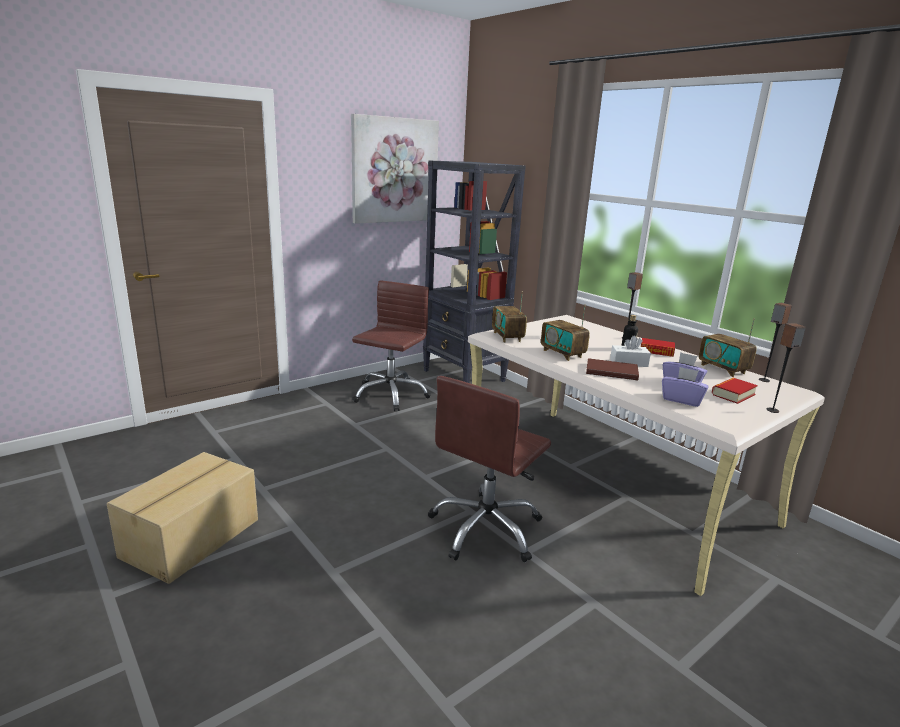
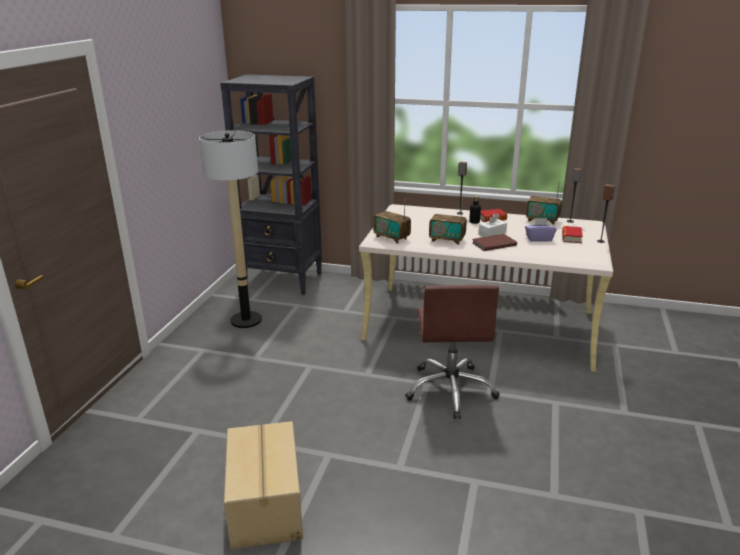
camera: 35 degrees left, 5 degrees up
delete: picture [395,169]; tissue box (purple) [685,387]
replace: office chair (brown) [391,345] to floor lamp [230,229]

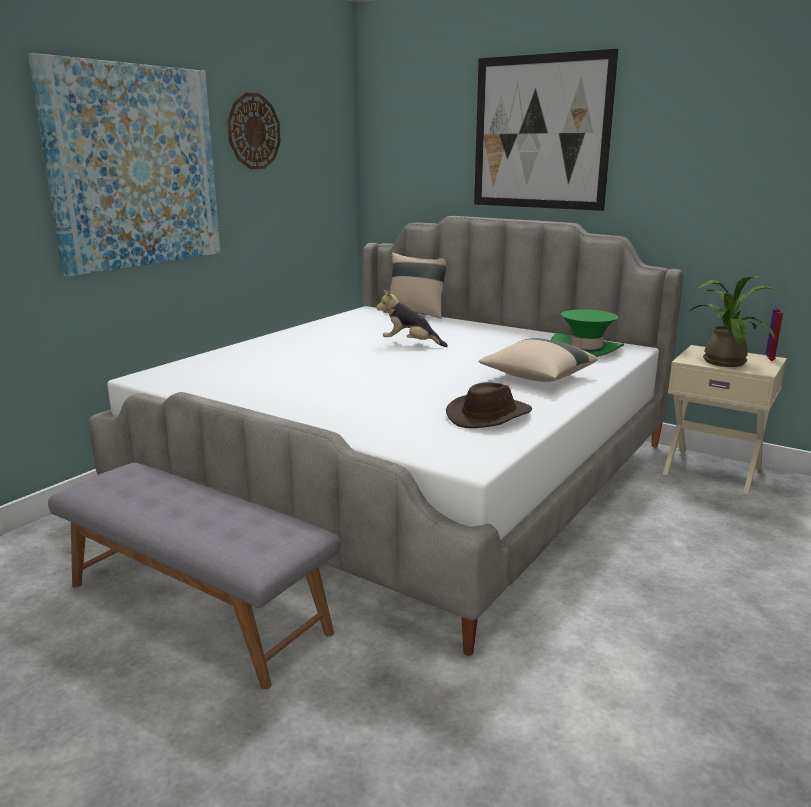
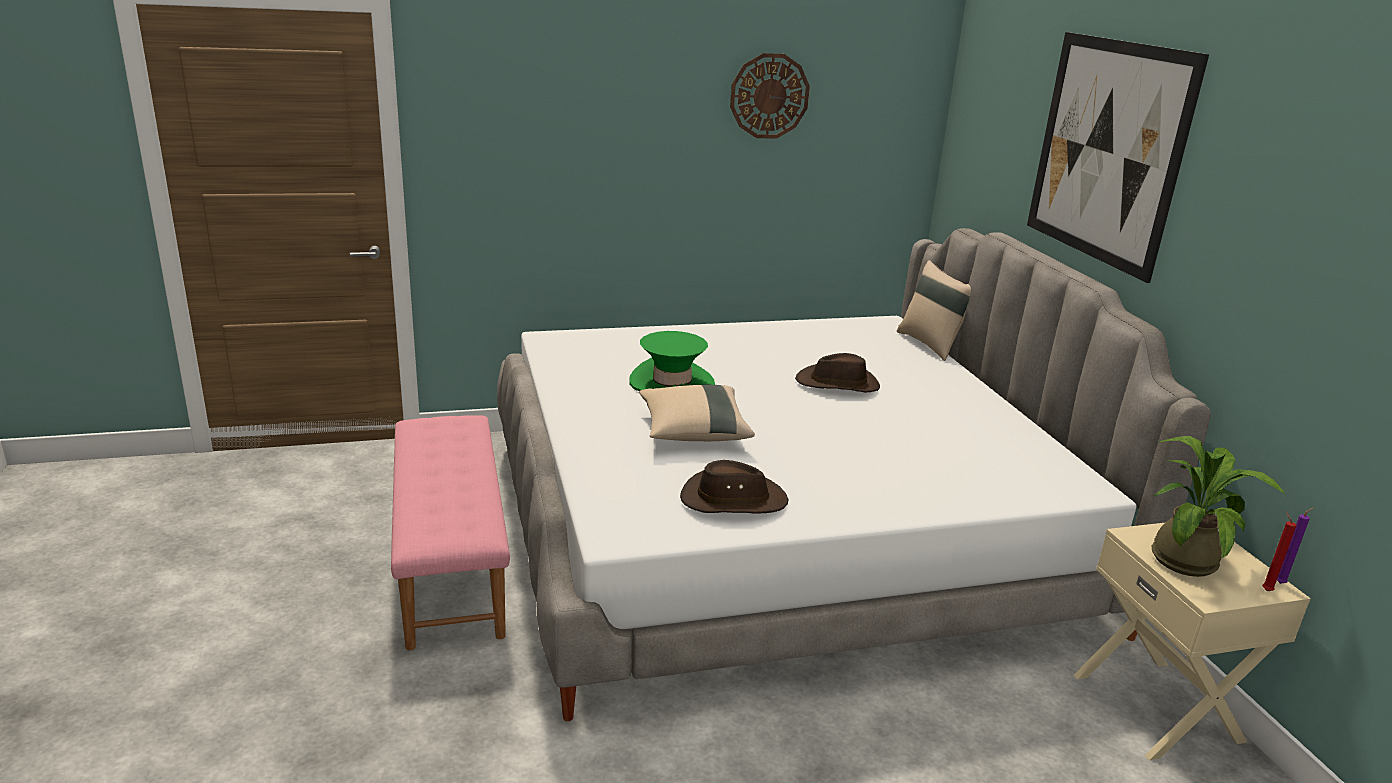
camera: 40 degrees right, 5 degrees up
delete: picture [124,165]
move: pillow (beige) [538,360] to [697,413]; hat (green) [587,333] to [672,361]
replace: plush toy [412,318] to hat (brown) [837,372]
recolor: bench (grey) [194,575] to bench (pink) [450,532]

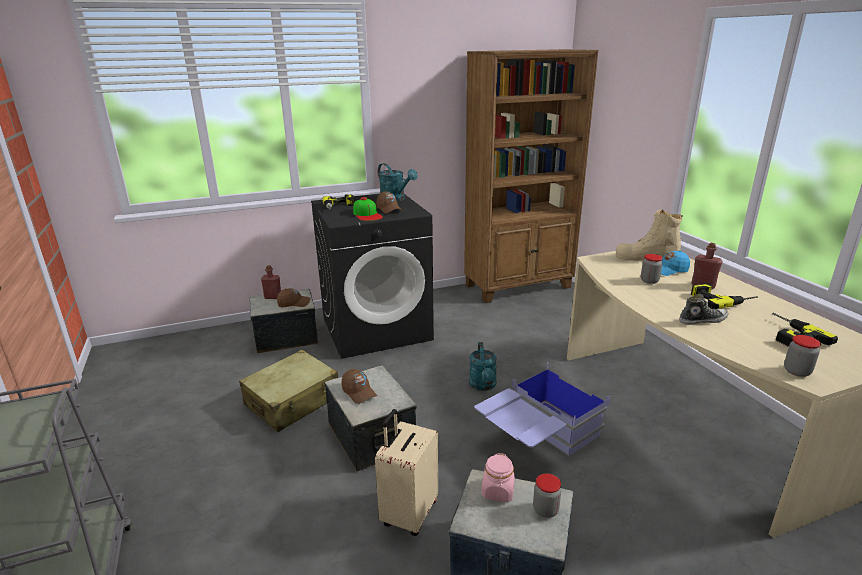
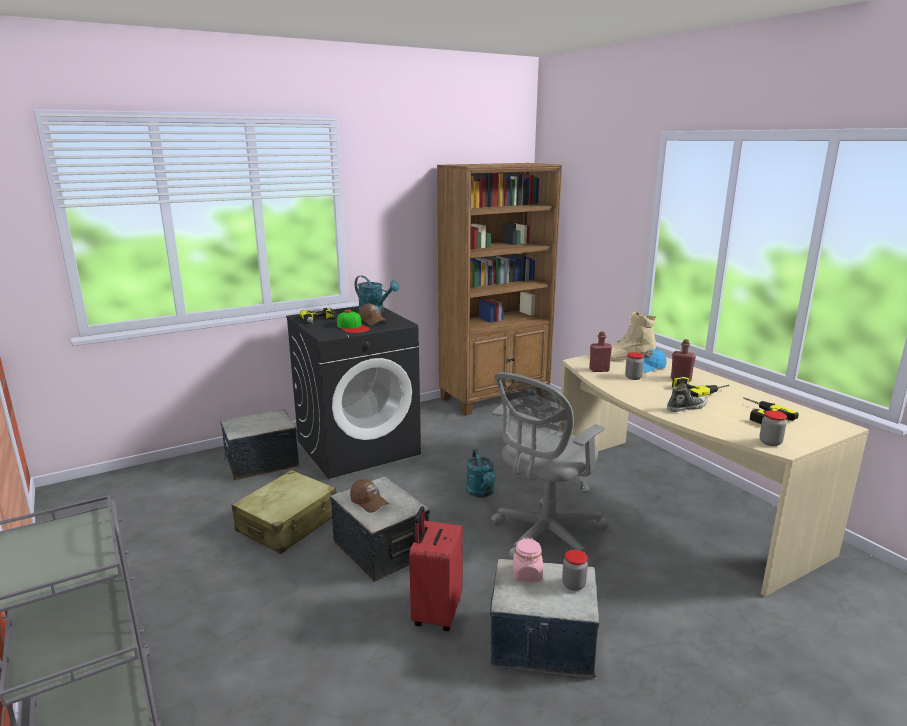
camera: 10 degrees left, 5 degrees down
delete: cap (brown) [293,298]
move: bottle (red) [271,282] to [600,351]
replace: storage box (blue) [542,409] to office chair (grey) [550,465]
recolor: suitcase (beige) [406,472] to suitcase (red) [436,568]

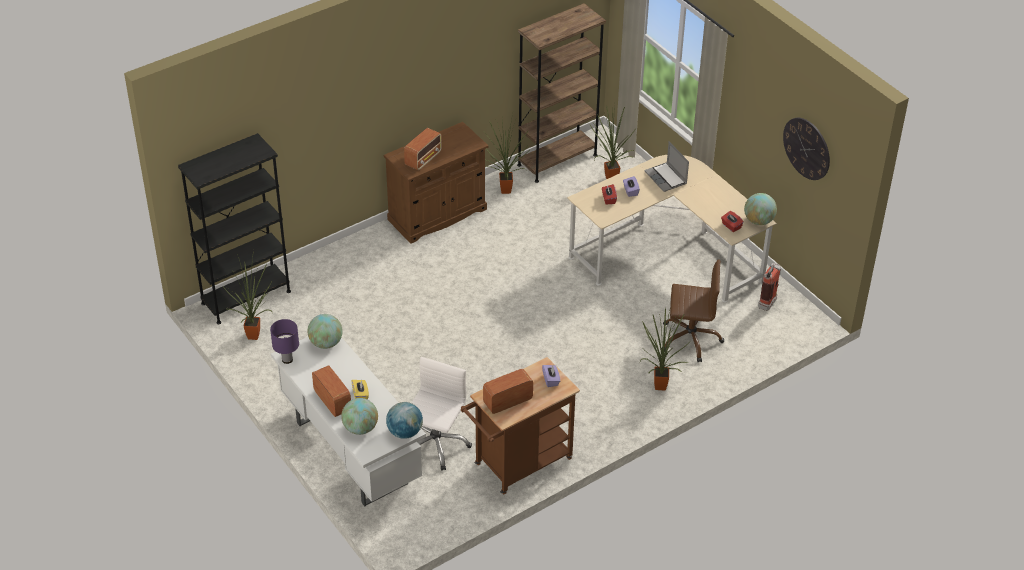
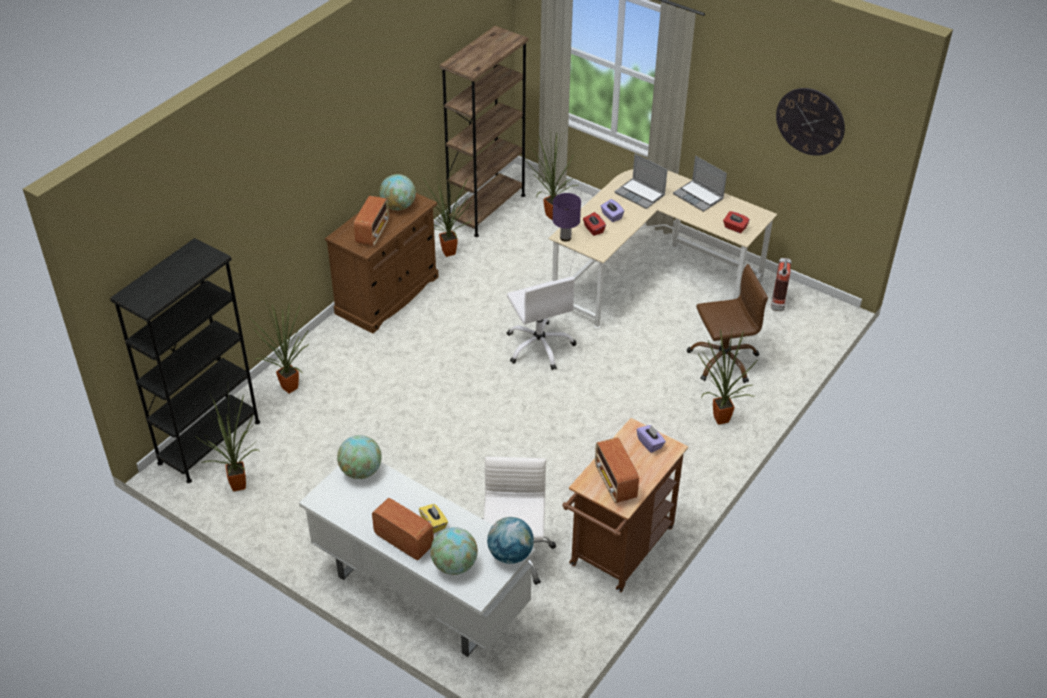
camera: 20 degrees left, 0 degrees up
insert: potted plant [279,345]; office chair (white) [541,323]; laptop [700,184]
move: table lamp (purple) [284,341] to [566,217]; globe [760,209] to [398,192]
rotate: radio [508,391] = [617,470] 60 degrees counterclockwise

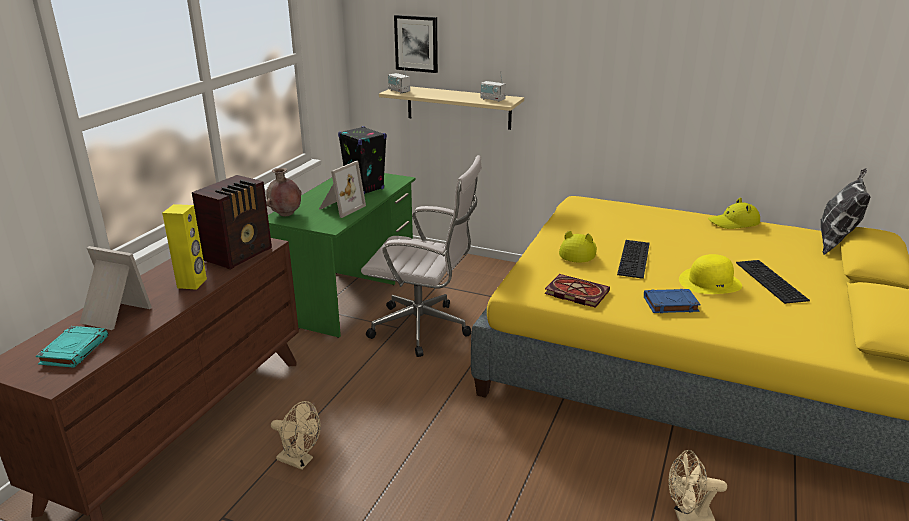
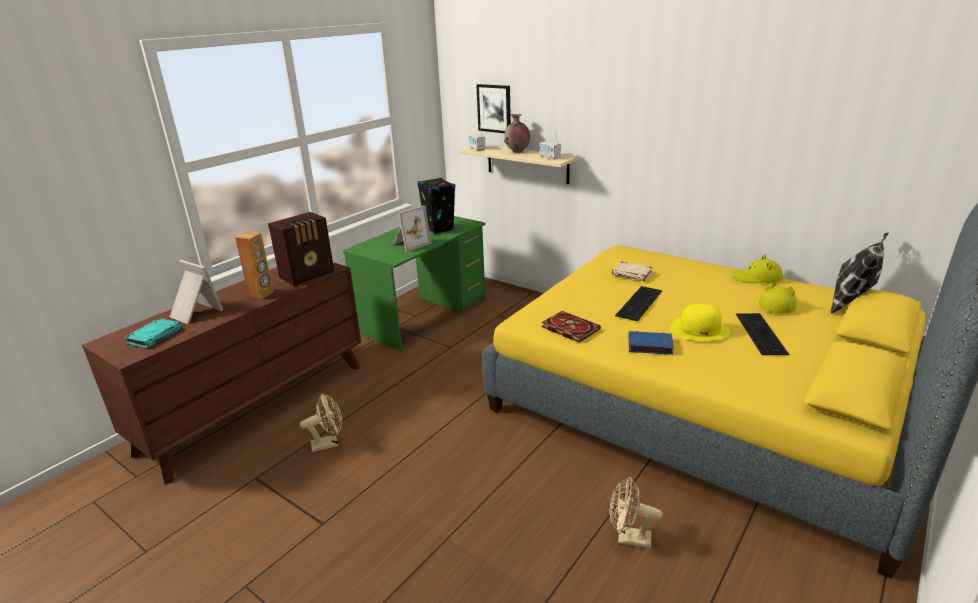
camera: 15 degrees right, 0 degrees up
delete: office chair (white) [421,256]
insert: book (beige) [632,271]
move: vase (brown) [284,192] to [517,133]; hat (yellow) [578,247] to [778,298]
recolor: speaker (yellow) [184,247] to speaker (brown) [254,265]
rotate: fan (beige) [296,435] = [321,423] 60 degrees counterclockwise

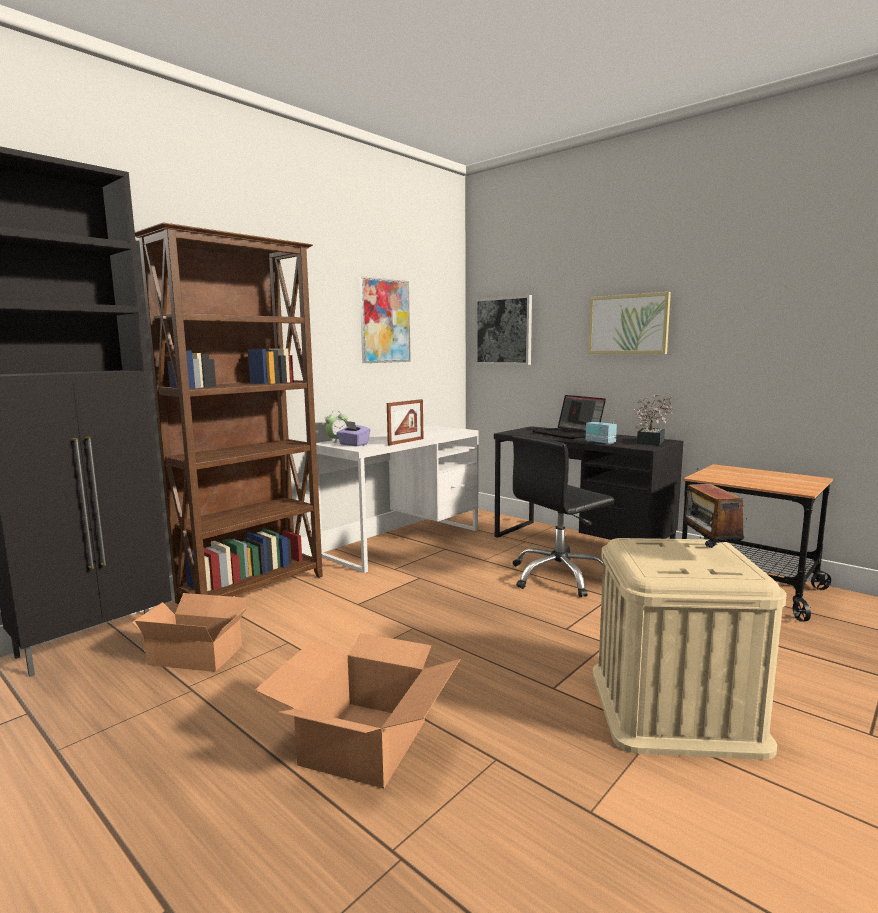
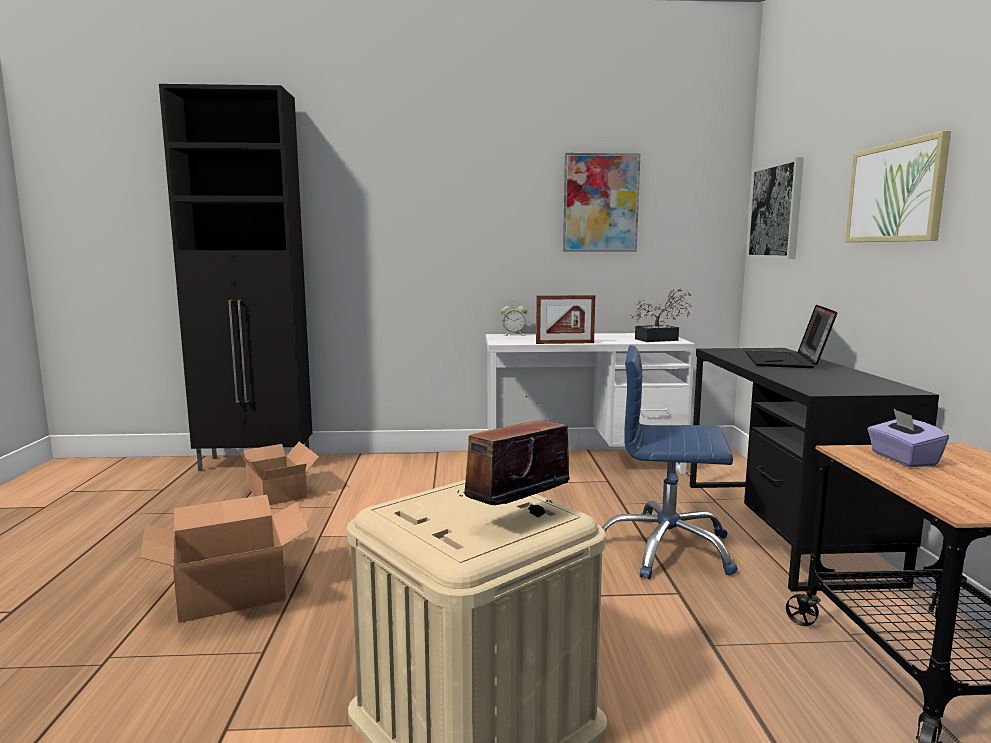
camera: 45 degrees right, 0 degrees up
delete: bookcase (brown) [229,413]; radio [601,428]
move: tissue box (purple) [353,433] to [908,437]; potted plant [653,420] to [661,315]
recolor: office chair (black) [563,516] to office chair (blue) [670,462]

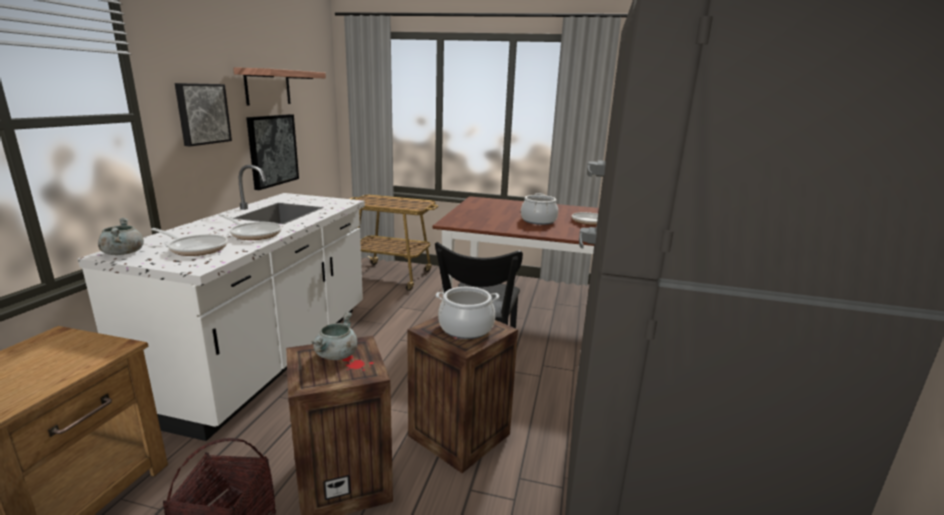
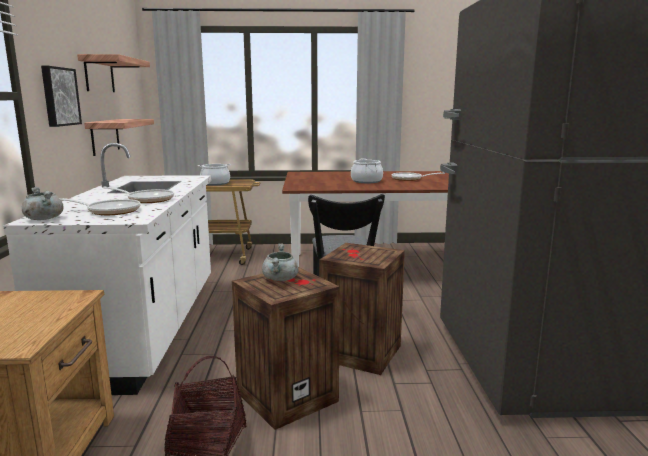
camera: 15 degrees left, 5 degrees down
move: cooking pot [467,313] to [214,175]
replace: picture [272,152] to shelf [119,137]

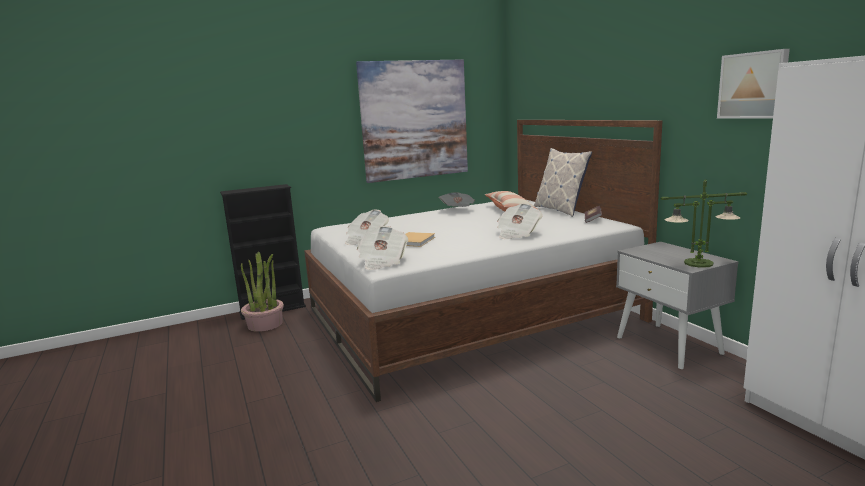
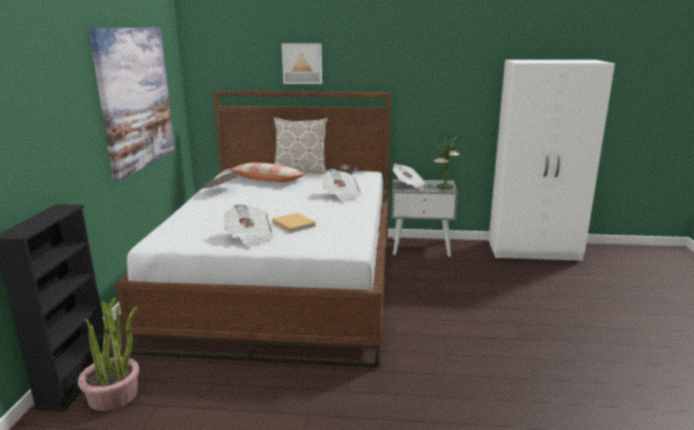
camera: 60 degrees left, 5 degrees up
move: newspaper [382,248] to [409,177]; picture [753,84] to [302,63]

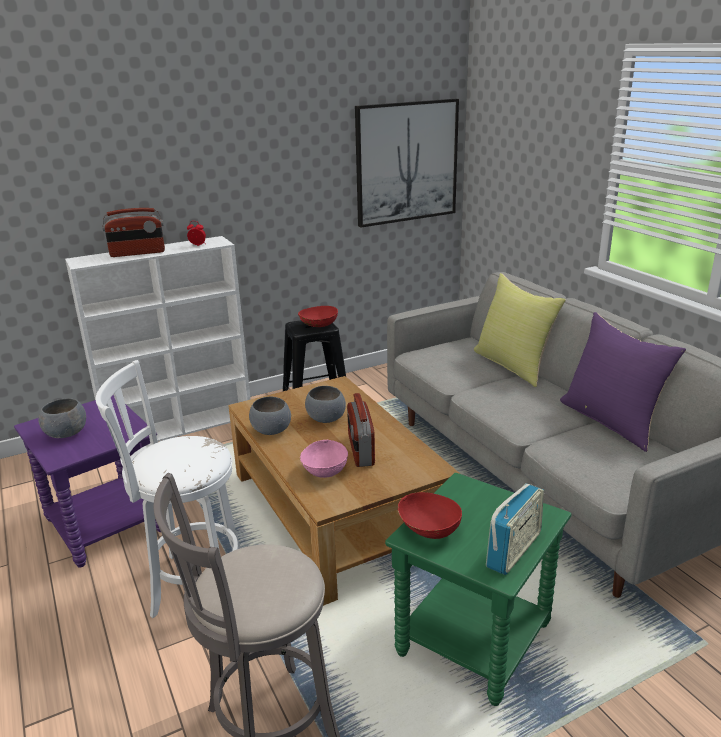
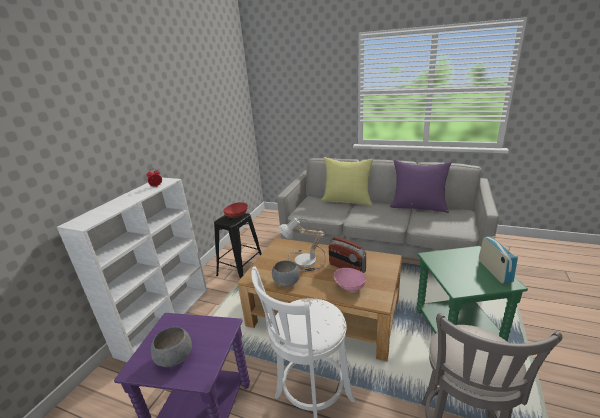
camera: 40 degrees left, 0 degrees up
delete: radio [133,232]; picture [407,163]; bowl (red) [430,515]
replace: bowl (grey) [325,404] to table lamp [302,245]

